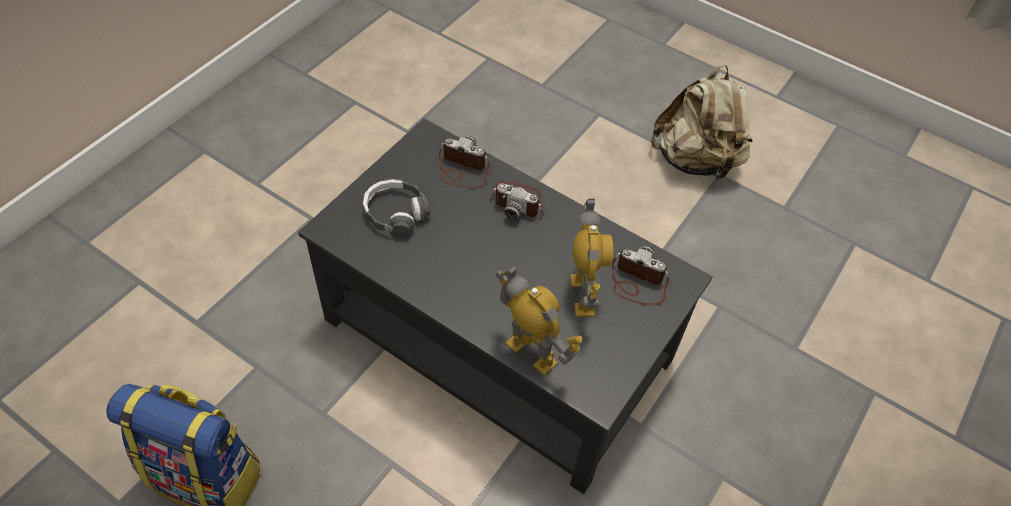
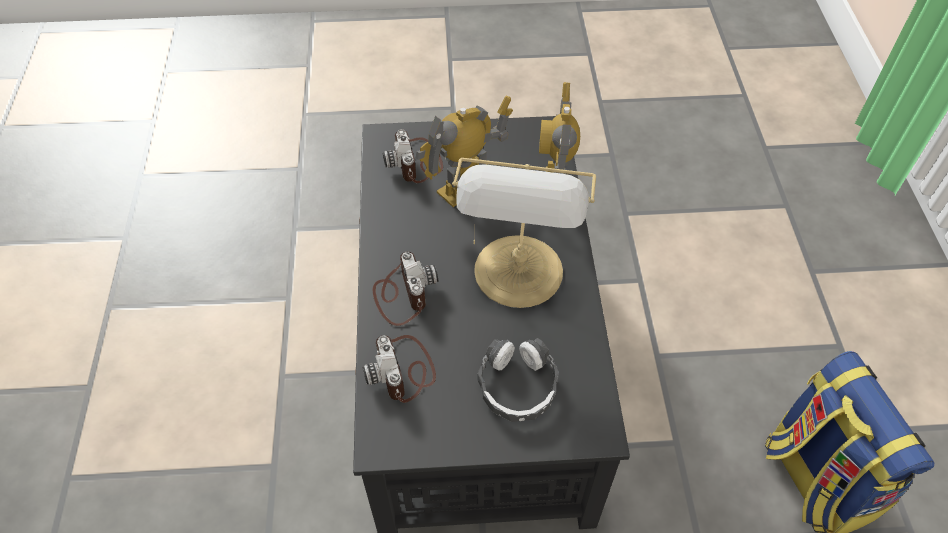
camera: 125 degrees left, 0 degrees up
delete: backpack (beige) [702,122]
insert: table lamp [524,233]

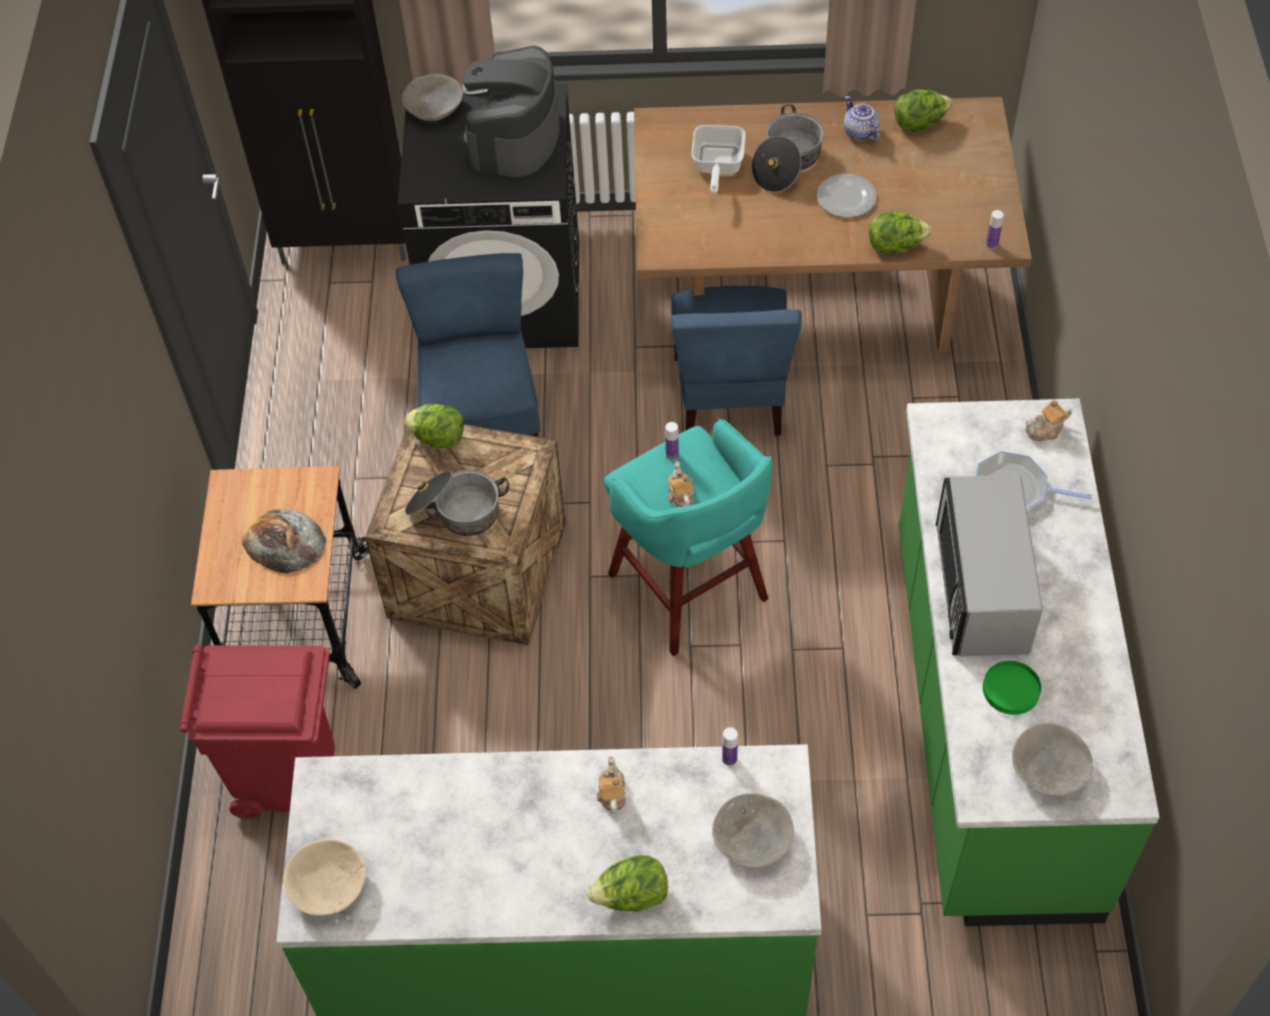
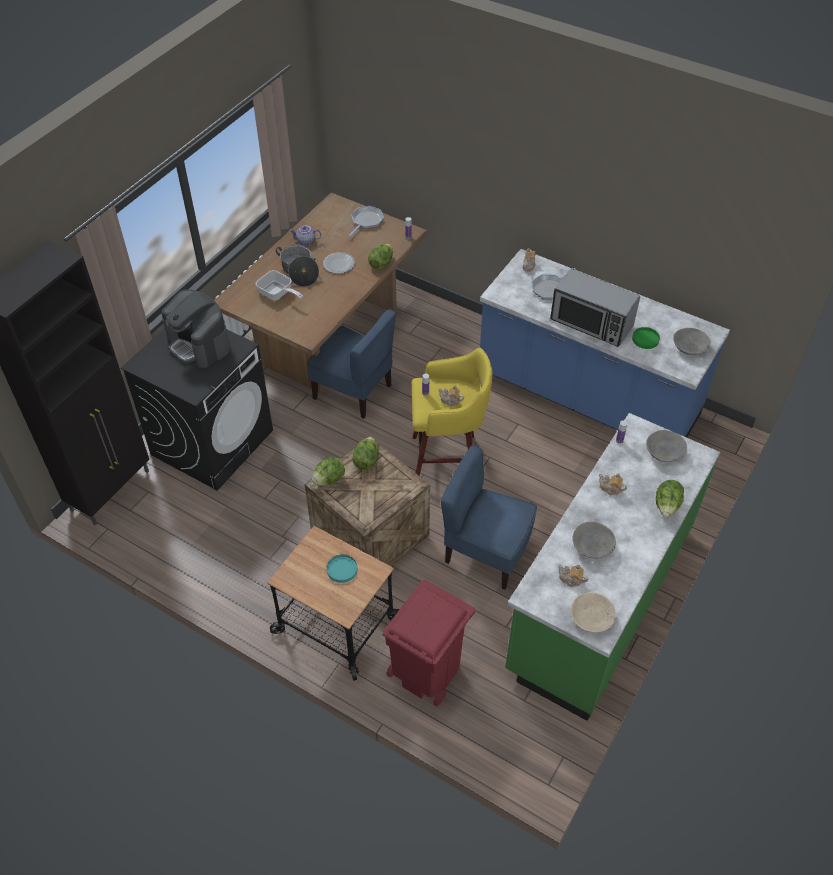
camera: 60 degrees left, 5 degrees down
delete: cooking pot [457,503]
insert: frying pan [366,222]; teapot [573,575]
move: chair (blue) [468,345] to [489,517]; bowl (grey) [432,97] to [594,540]; lettuce [923,110] to [365,453]
replace: bread [284,541] to plate (turquoise) [342,568]
recolor: stool (turquoise) [688,537] to stool (yellow) [452,412]; counter (green) [1029,662] to counter (blue) [605,343]

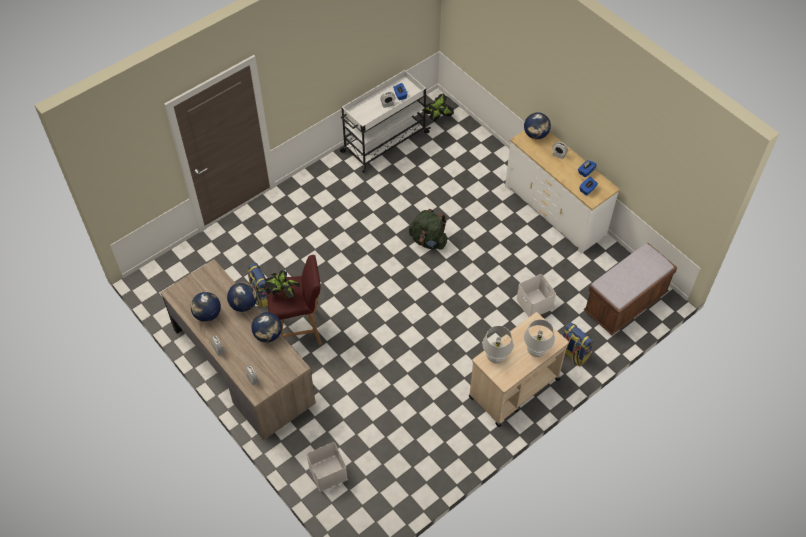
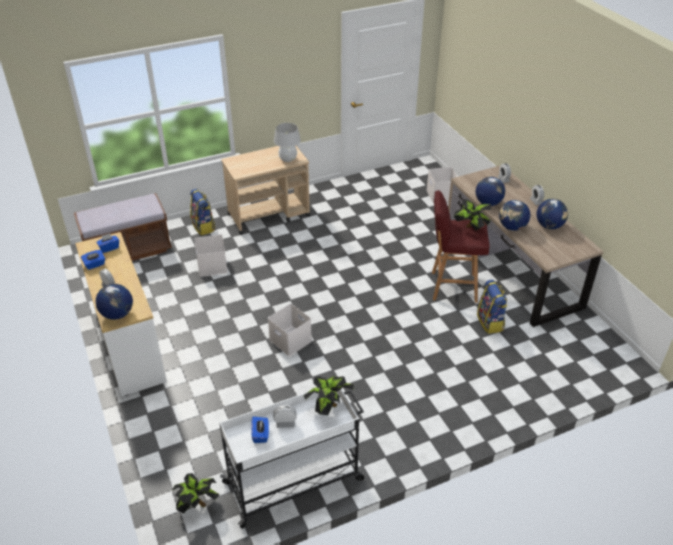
camera: 165 degrees left, 15 degrees down
delete: table lamp (white) [539,338]
insert: potted plant [328,395]
replace: backpack (green) [428,229] to storage box (white) [290,330]

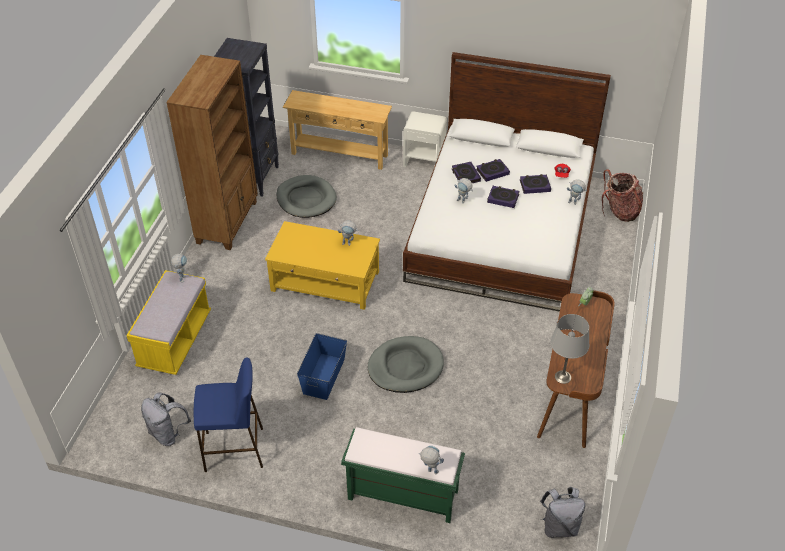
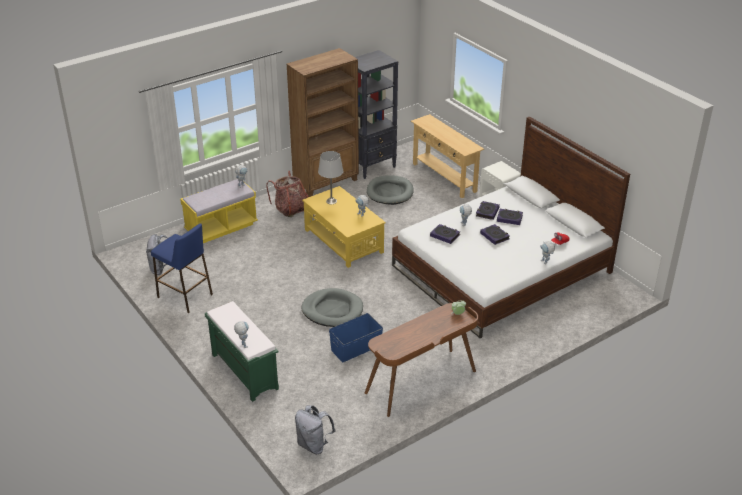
camera: 40 degrees right, 10 degrees down
move: storage box (blue) [322,366] to [356,337]; book [535,184] to [445,234]; table lamp (grey) [569,349] to [330,177]; backpack [622,195] to [287,194]

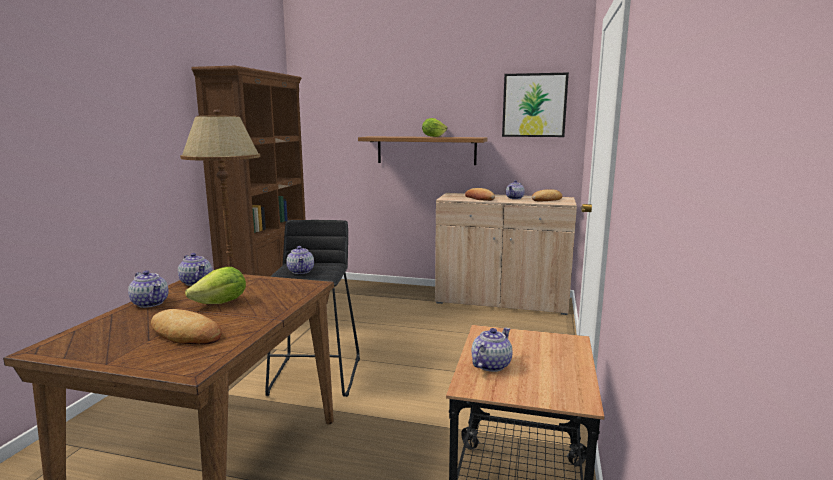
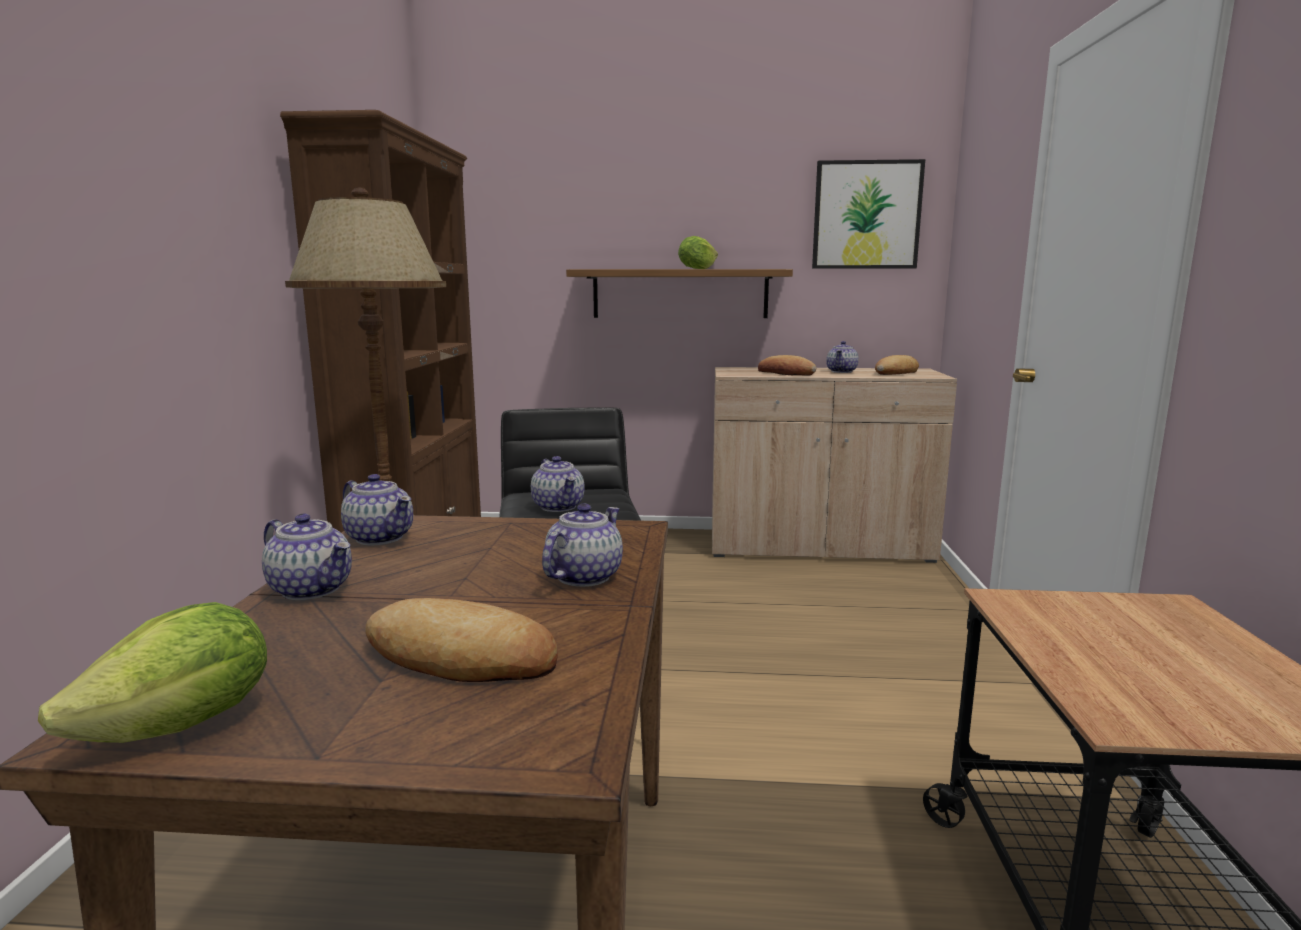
camera: 10 degrees left, 0 degrees up
move: lettuce [215,285] to [152,672]; teapot [492,349] to [582,545]

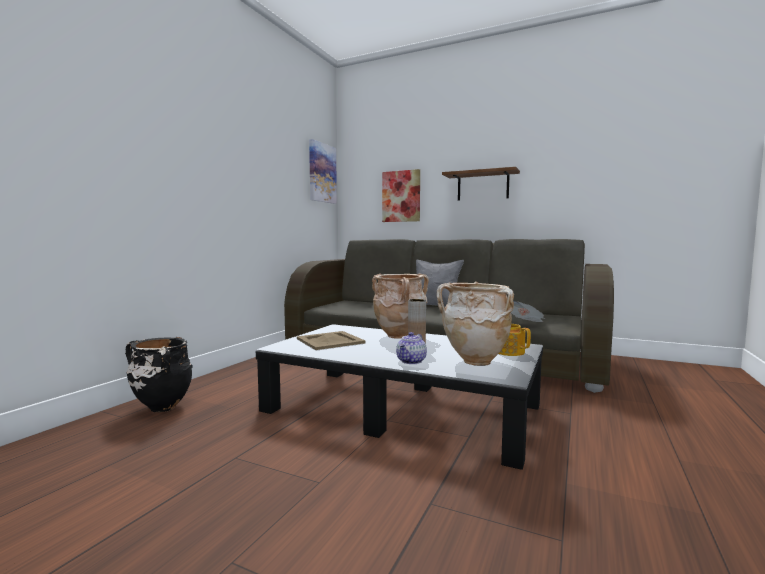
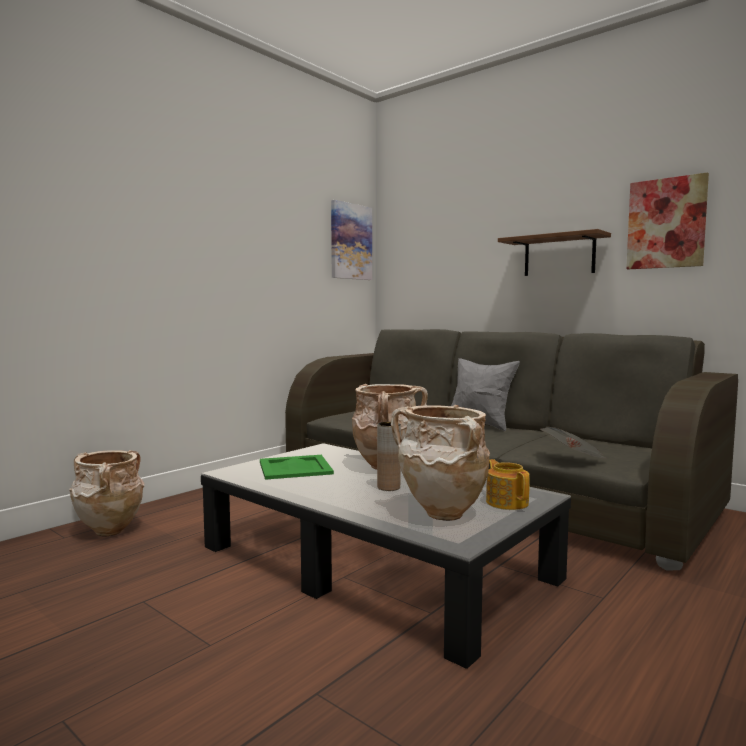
camera: 15 degrees right, 0 degrees up
delete: teapot [411,348]
move: picture [401,195] to [667,220]
recolor: vase (black) [159,374] to vase (beige) [106,493]; tray (beige) [331,340] to tray (green) [297,467]

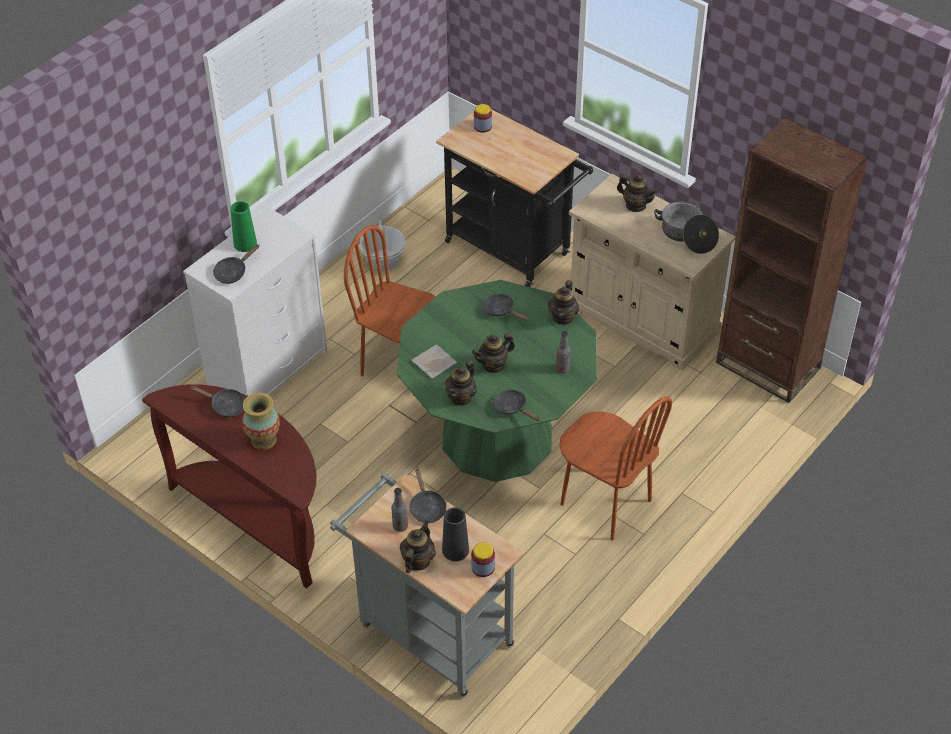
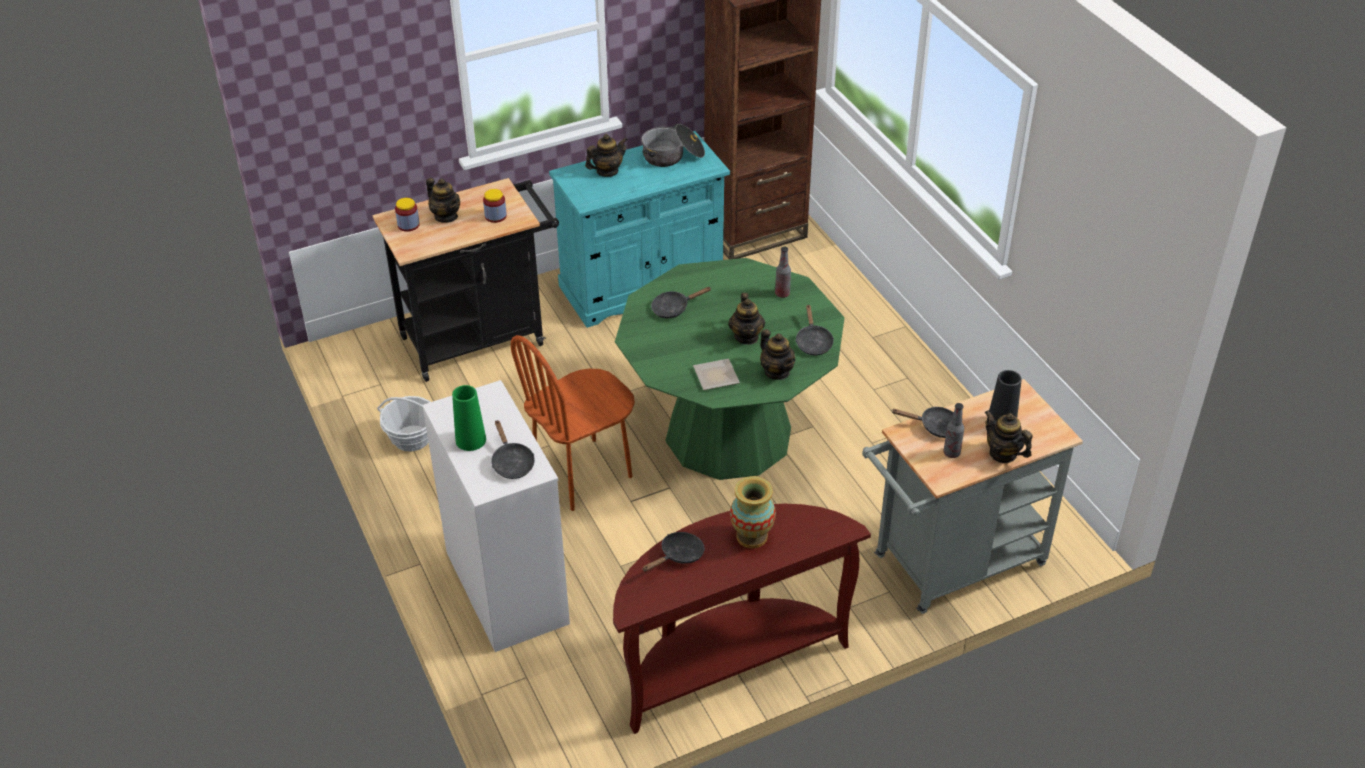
camera: 65 degrees left, 5 degrees down
delete: chair (brown) [615,468]
move: jar [483,559] to [495,206]; teapot [563,302] to [443,200]
recolor: cabinet (beige) [652,272] to cabinet (turquoise) [639,229]
rotate: frying pan (black) [516,405] = [815,329] 75 degrees counterclockwise

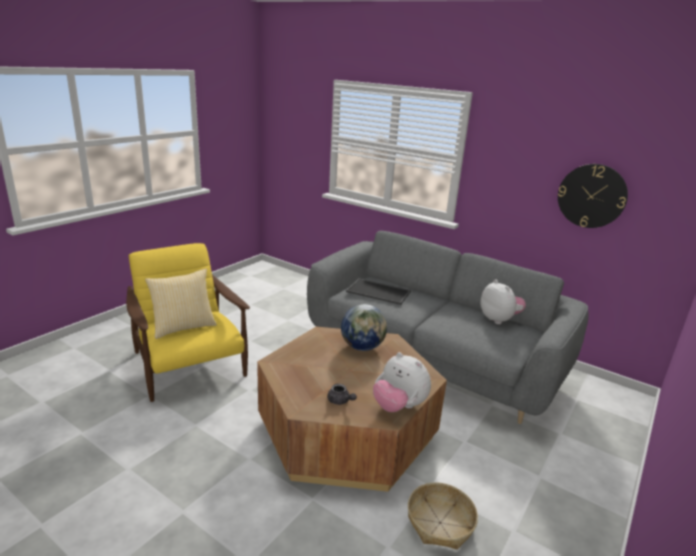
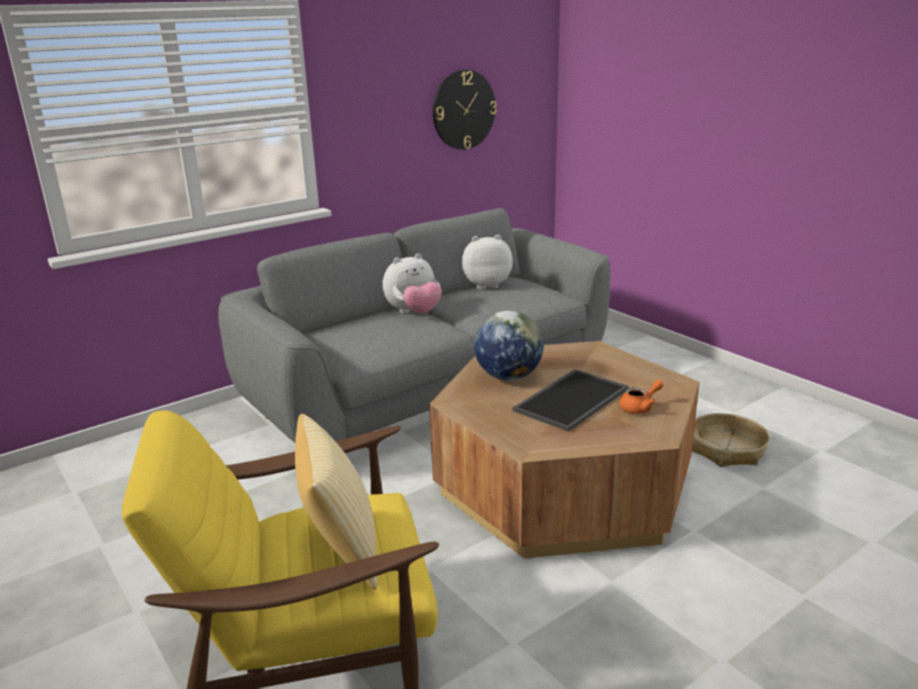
camera: 70 degrees left, 0 degrees up
move: tray [378,291] to [571,400]; plush toy [402,382] to [412,283]
recolor: teapot (grey) [342,394] to teapot (orange) [641,397]

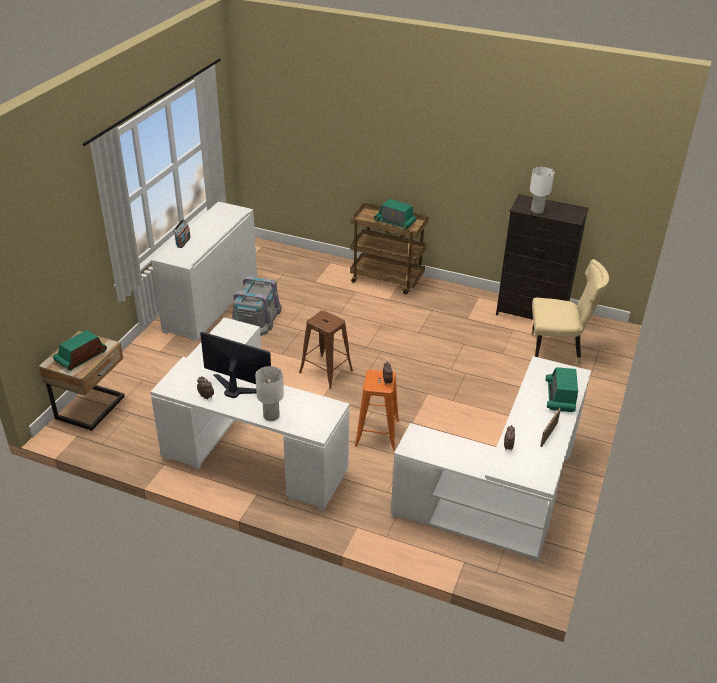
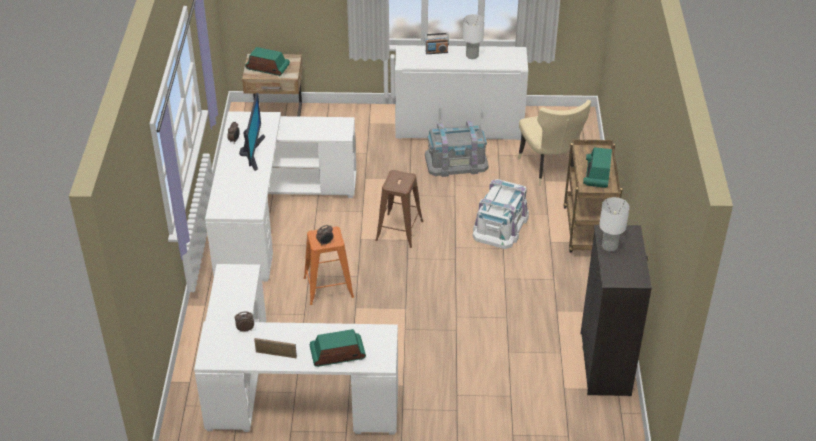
camera: 70 degrees right, 5 degrees up
insert: storage box (white) [501,214]
move: table lamp (white) [269,393] to [473,36]; chair (beige) [570,312] to [554,143]

